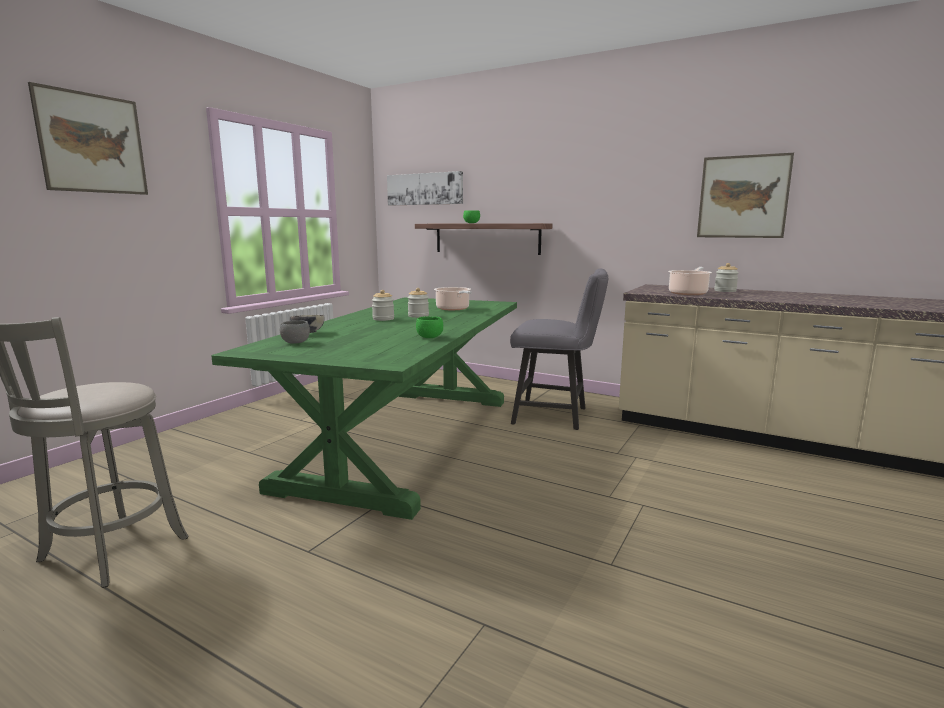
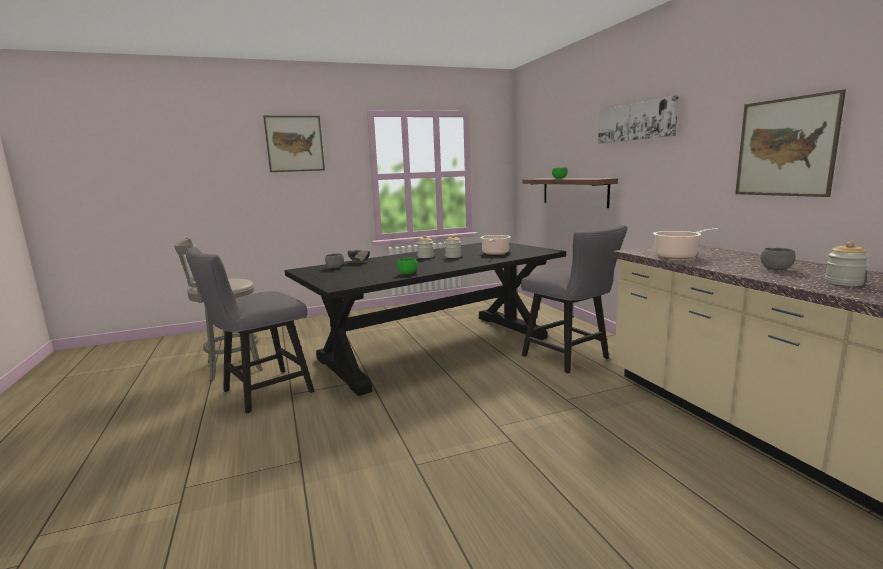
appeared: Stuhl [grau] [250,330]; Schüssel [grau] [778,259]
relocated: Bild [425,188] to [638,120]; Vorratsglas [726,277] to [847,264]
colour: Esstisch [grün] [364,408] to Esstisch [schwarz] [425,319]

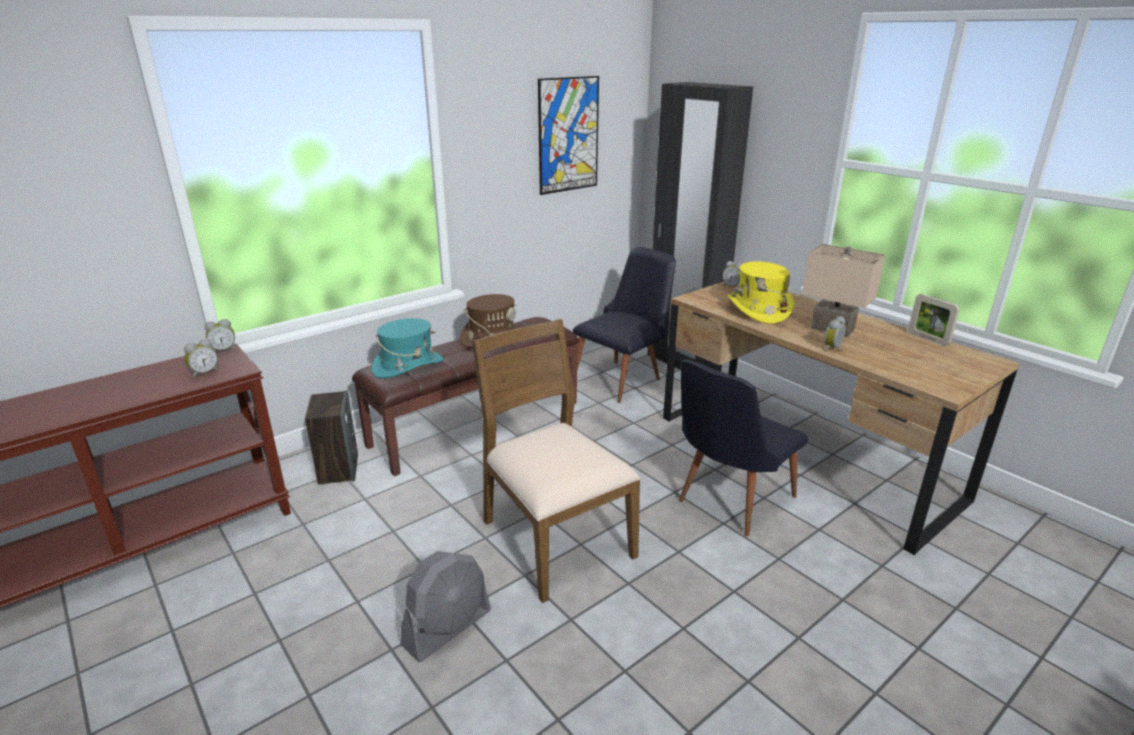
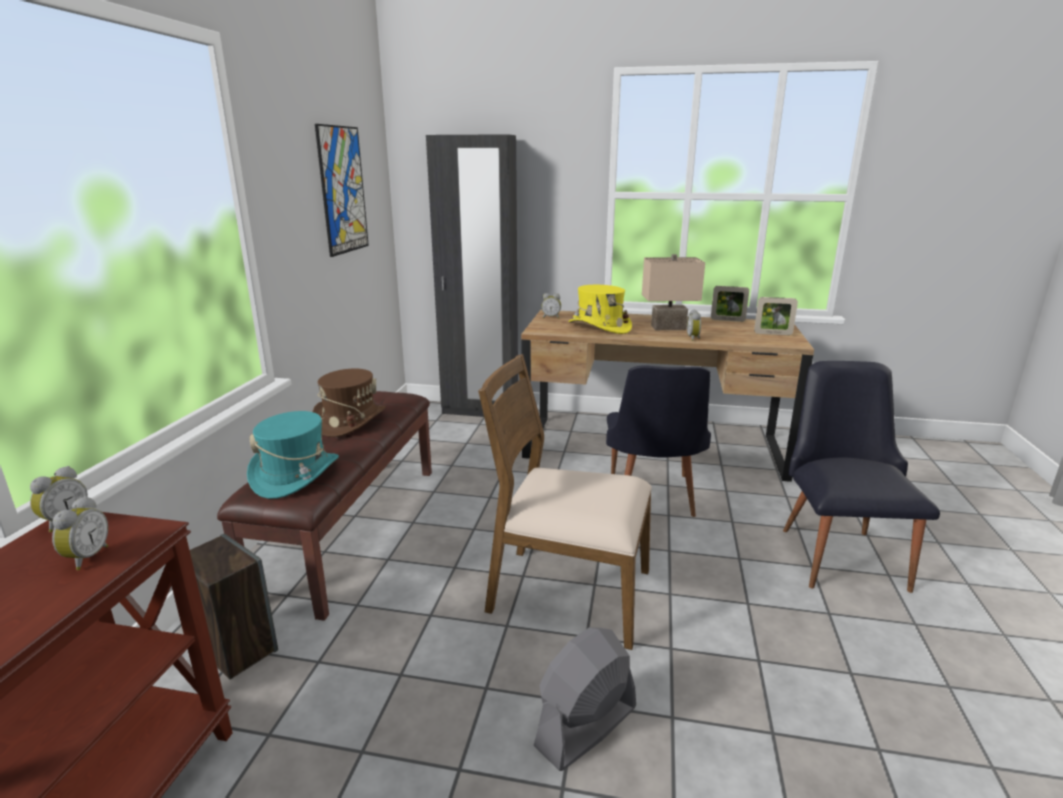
appeared: Bilderrahmen [776,316]
relocated: Stuhl [schwarz] [624,325] to [861,477]
spun: Ventilator [grau] [445,606] = [585,699] 135 degrees counterclockwise

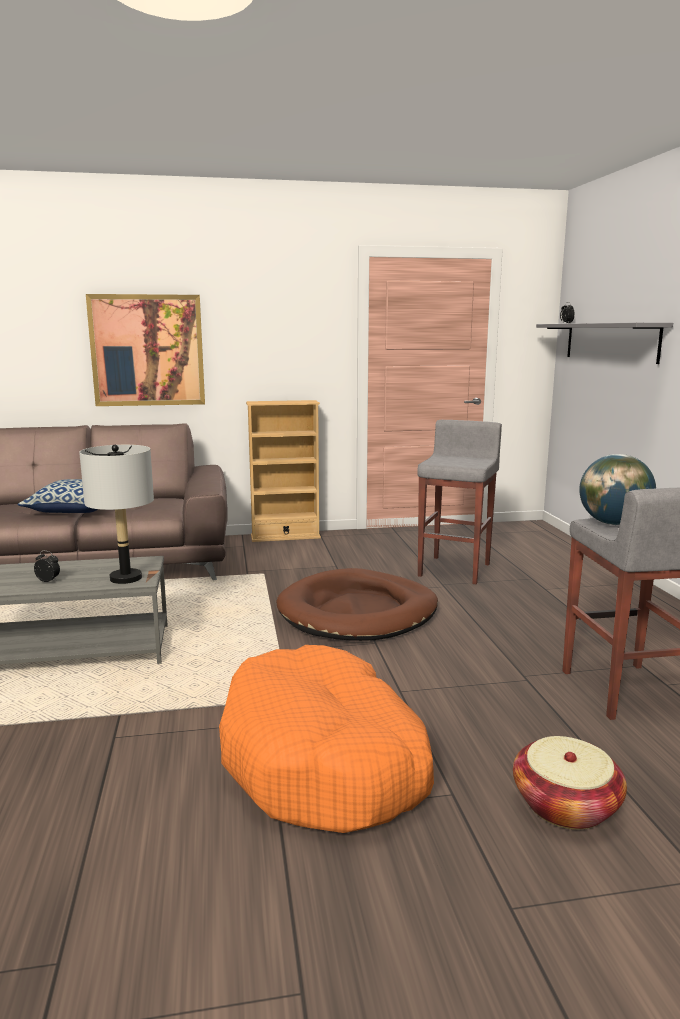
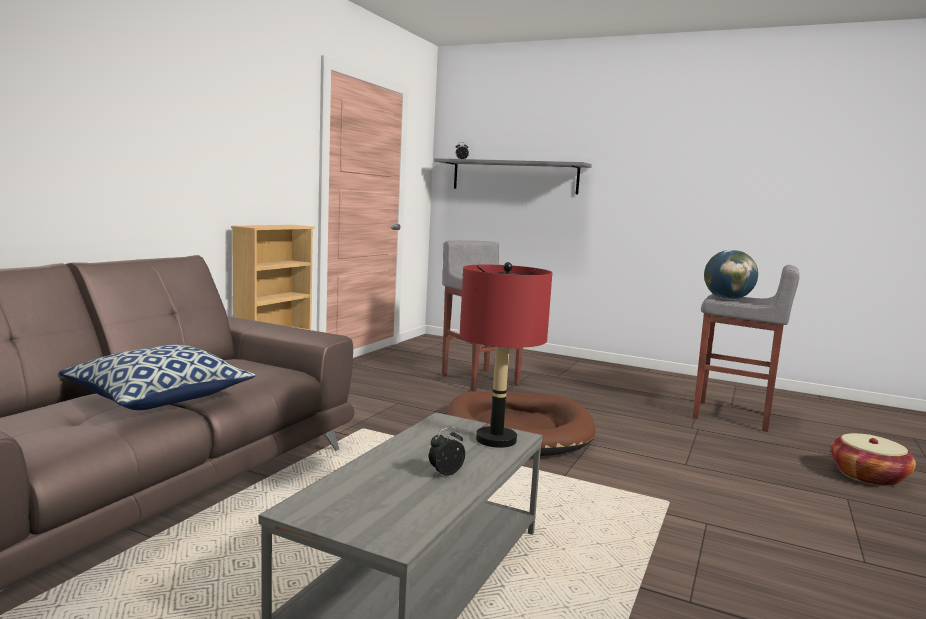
missing: Bild [145,350]; Hundebett [orange] [326,739]
colour: Tischlampe [grau] [116,514] to Tischlampe [rot] [506,355]

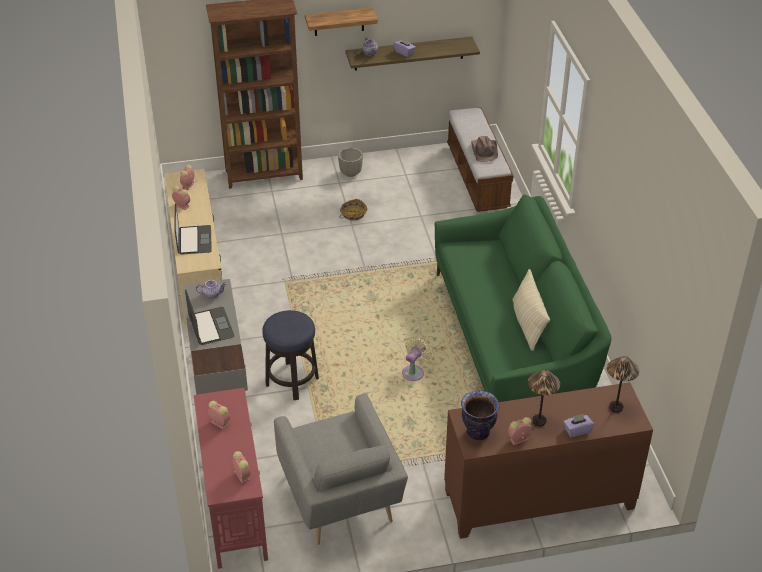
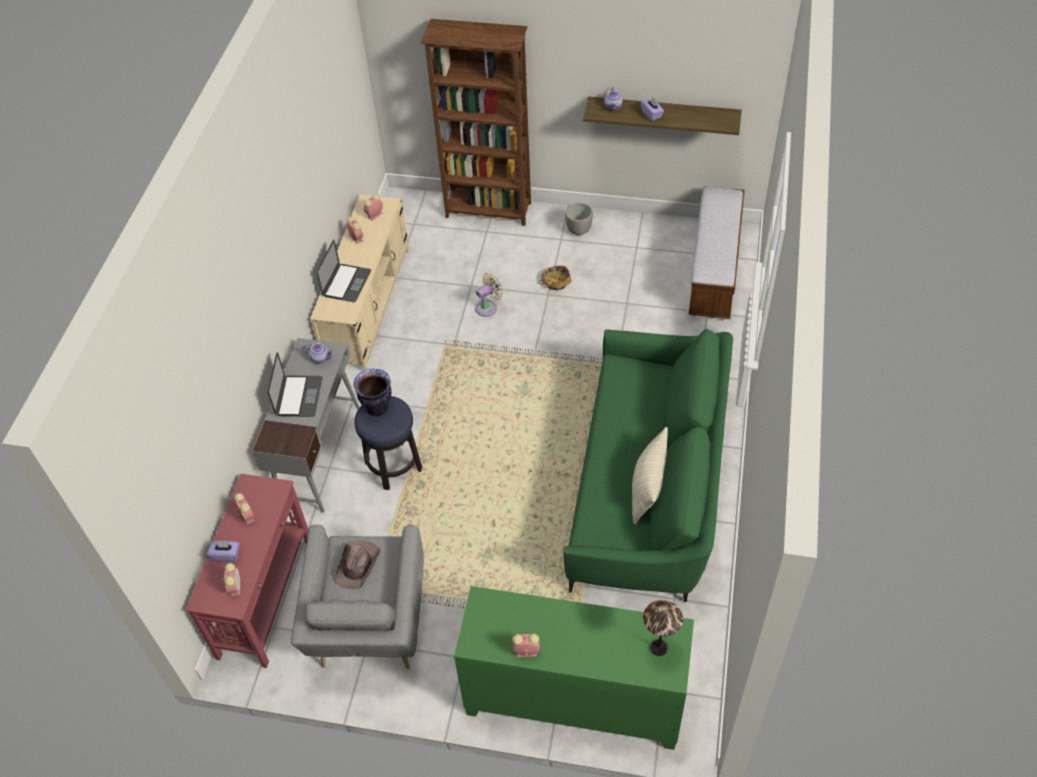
missing: Wandregal [341,21]; Tischlampe [544,397]
relocated: Ventilator [beige] [417,359] to [489,295]; Vase [480,415] to [372,392]; Hut [braun] [484,149] to [357,564]; Taschentuchbox [lila] [578,426] to [223,551]
colour: Schrank [braun] [548,460] to Schrank [grün] [574,668]

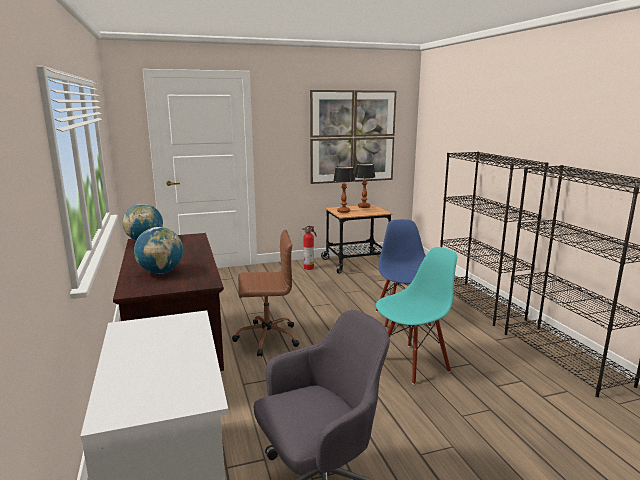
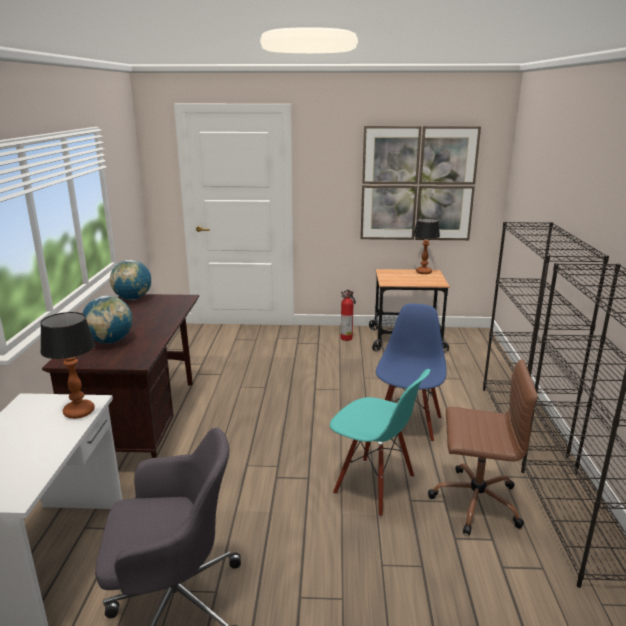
relocated: Bürostuhl [braun] [265,293] to [483,447]; Tischlampe [344,189] to [67,365]
spun: Stuhl [türkis] [416,316] = [380,443] 45 degrees clockwise

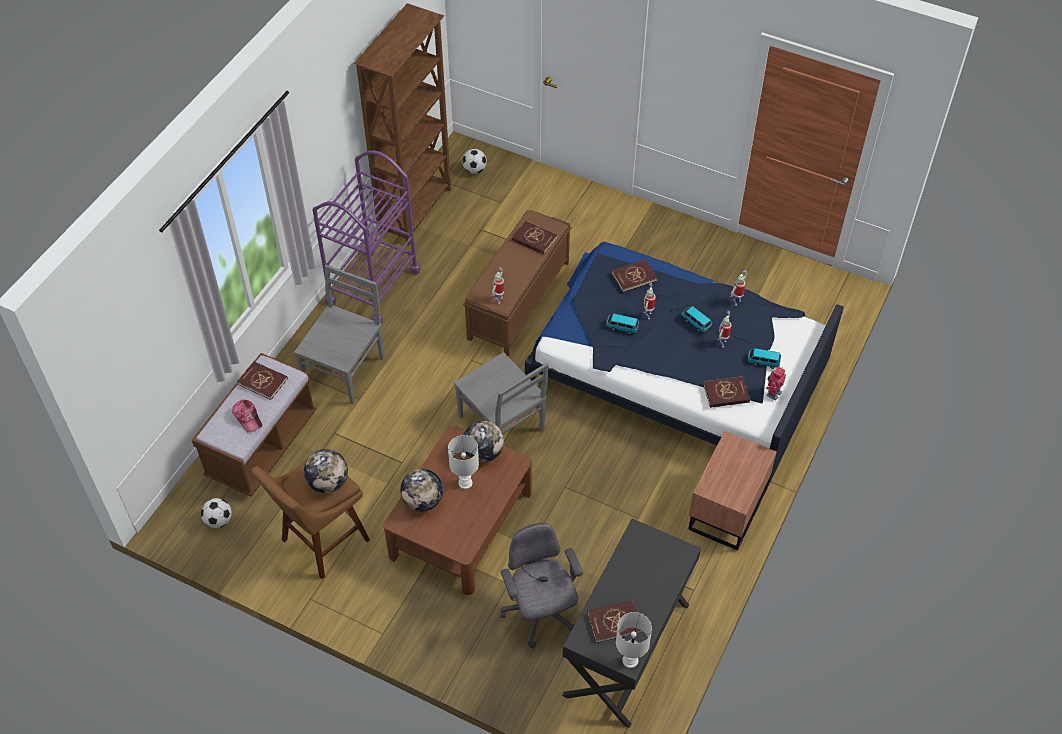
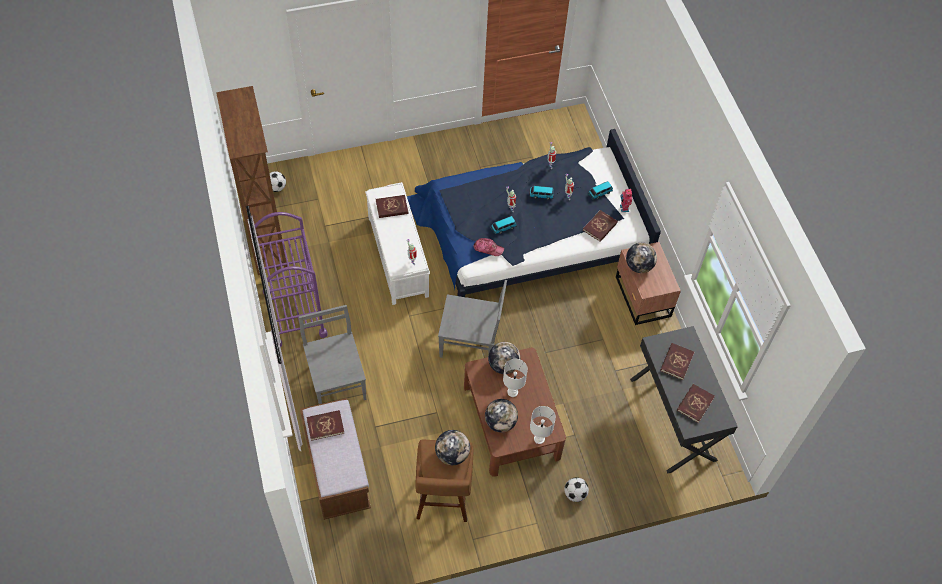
missing: Bürostuhl [grau] [541,585]
appeared: Globus [641,258]
relocated: Fußball [216,513] to [576,489]; Kappe [247,416] to [488,247]; Buch [rot] [634,275] to [677,361]; Tischlampe [weiß] [634,640] to [543,425]
colour: Bank [braun] [517,283] to Bank [weiß] [397,243]

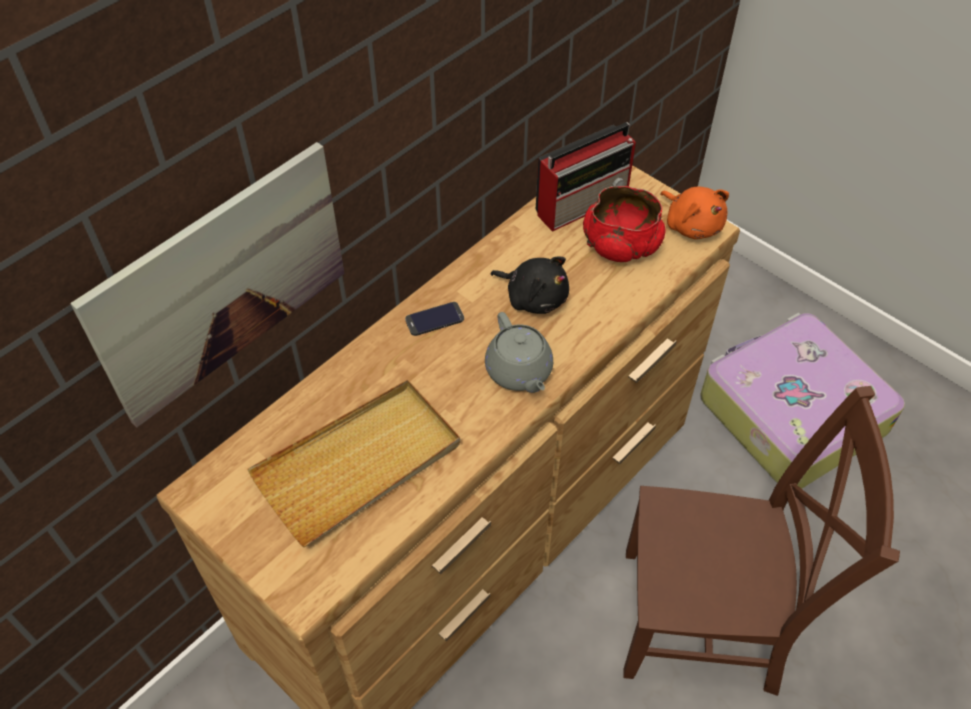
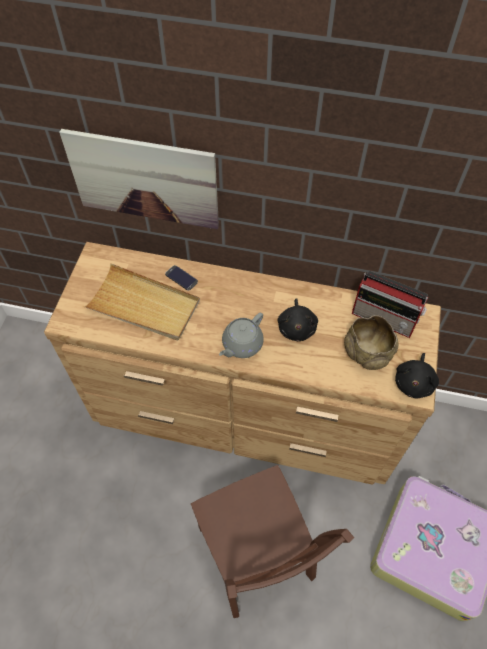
relocated: Handy [434,319] to [181,278]
colour: Schüssel [rot] [624,224] to Schüssel [beige] [371,342]; Plüschtier [orange] [694,213] to Plüschtier [schwarz] [417,375]

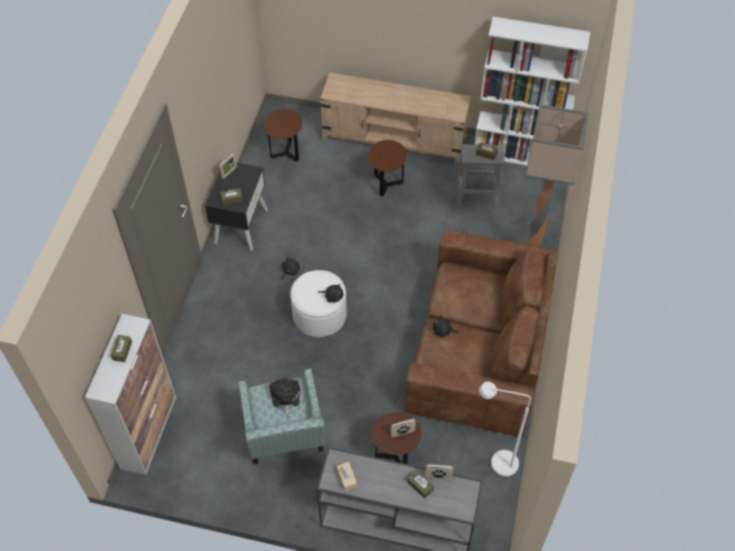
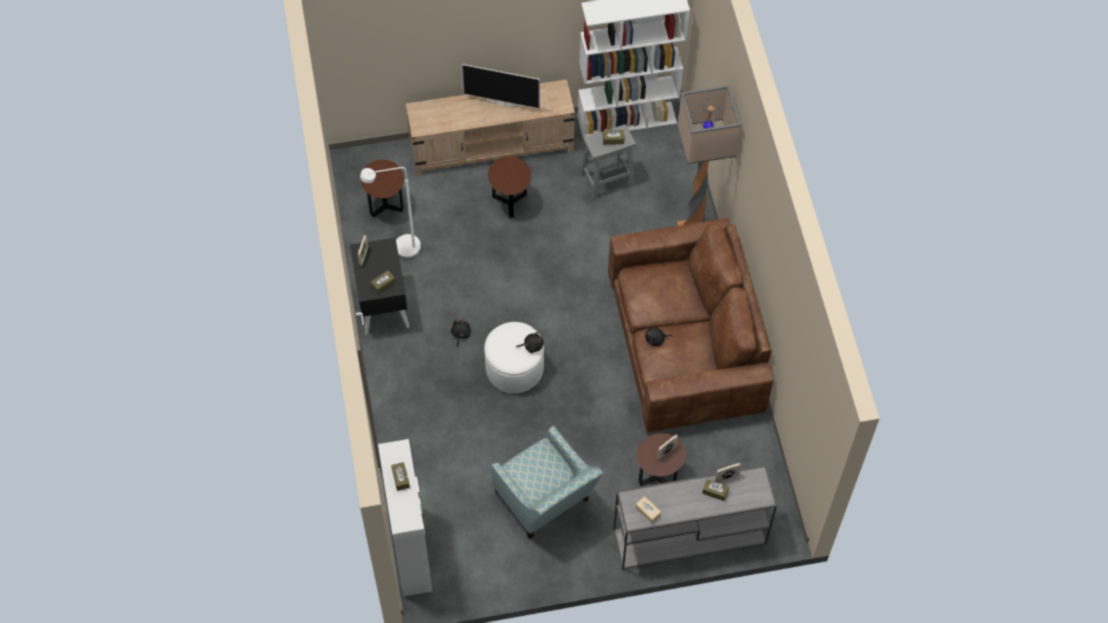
missing: Plüschtier [284,397]
appeared: Fernseher [501,86]
relocated: Stehlampe [weiß] [505,429] to [390,213]

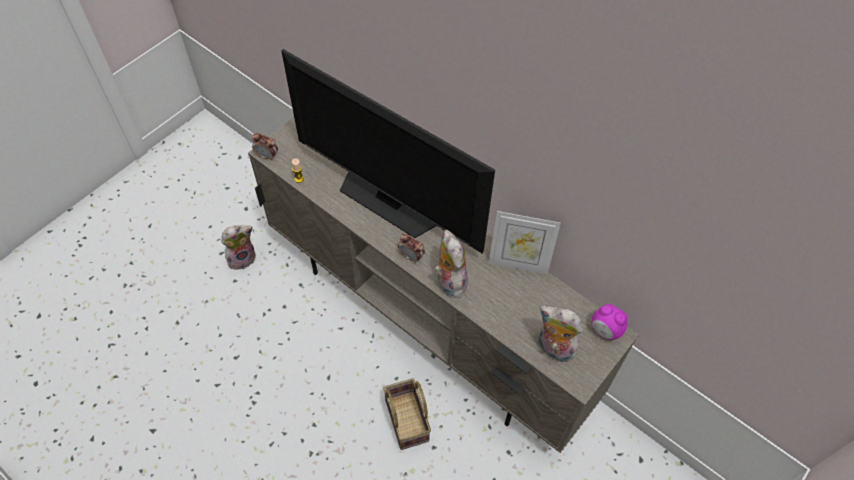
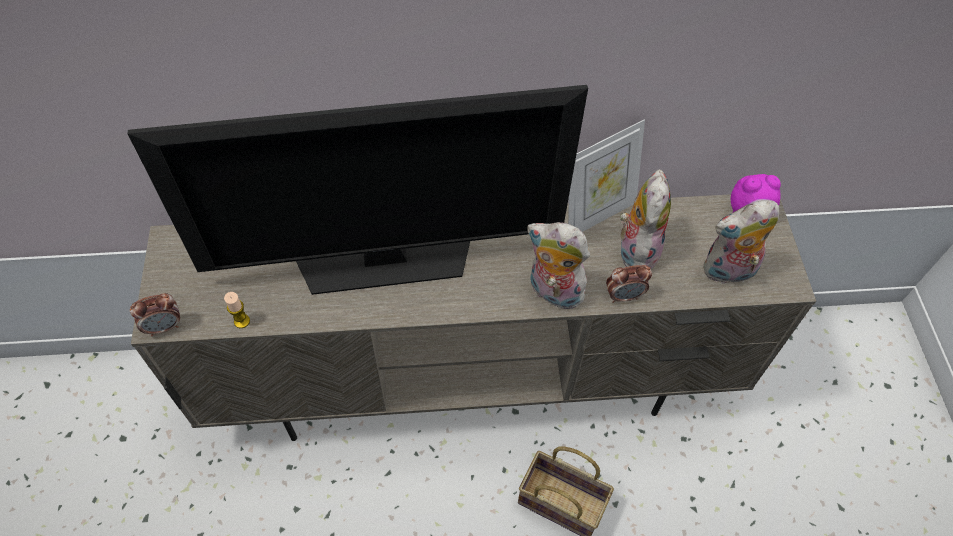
relocated: Plüschtier [238,247] to [645,219]; Wecker [411,248] to [629,284]

